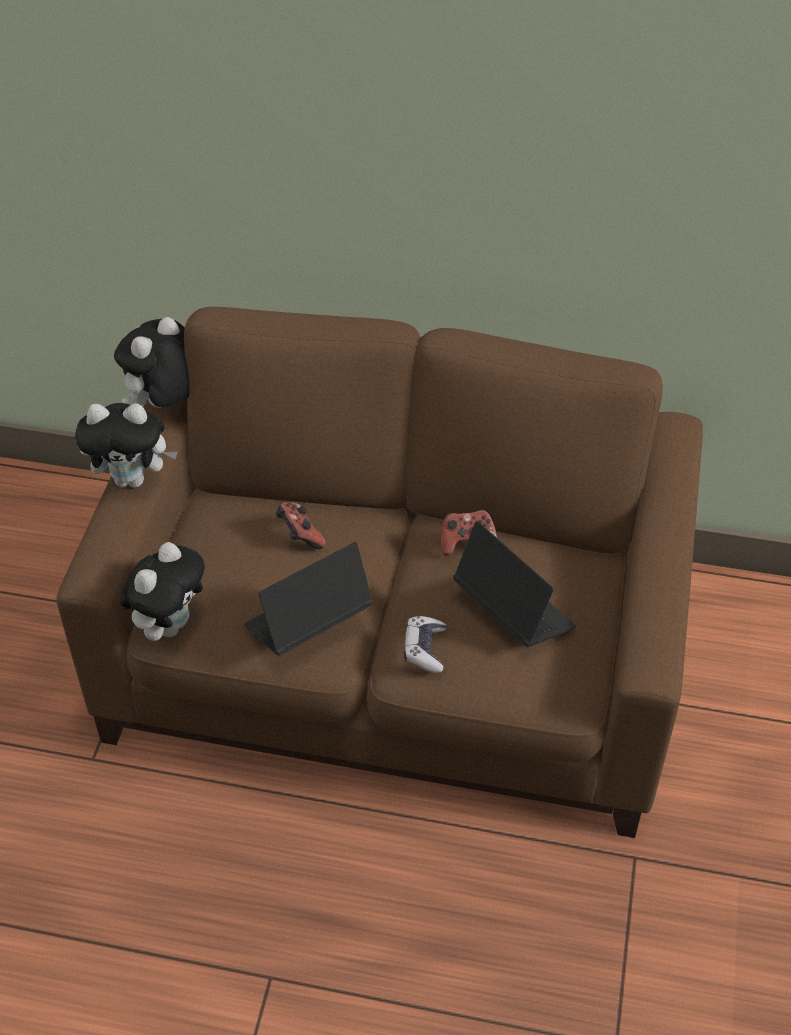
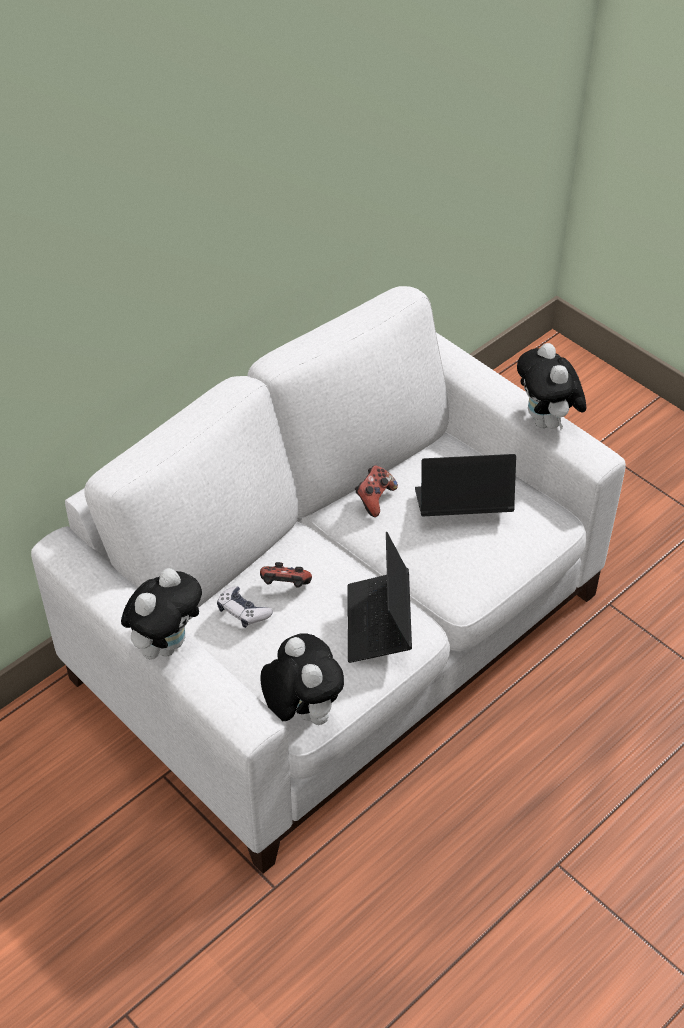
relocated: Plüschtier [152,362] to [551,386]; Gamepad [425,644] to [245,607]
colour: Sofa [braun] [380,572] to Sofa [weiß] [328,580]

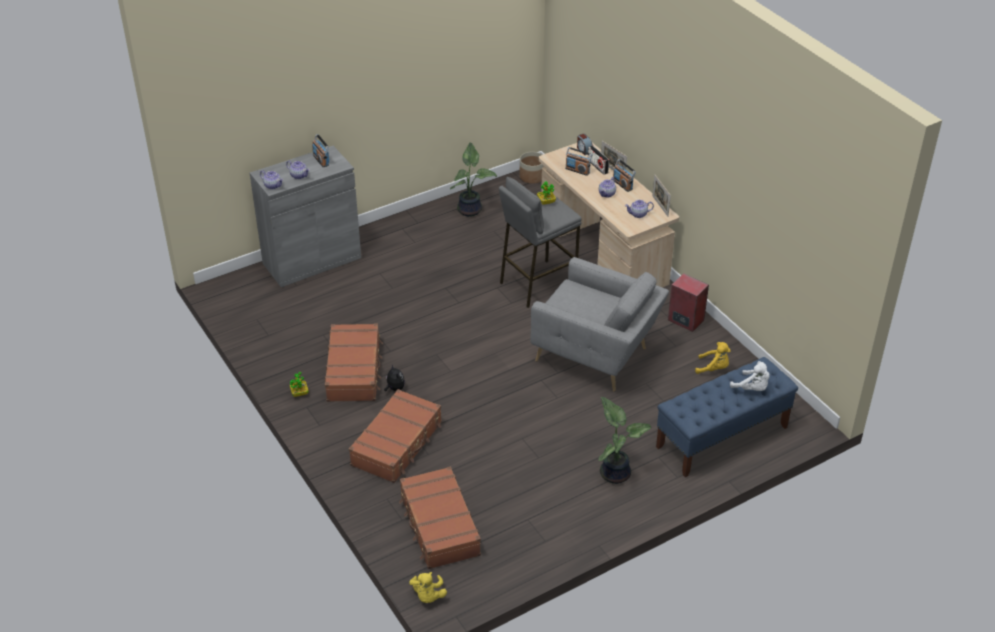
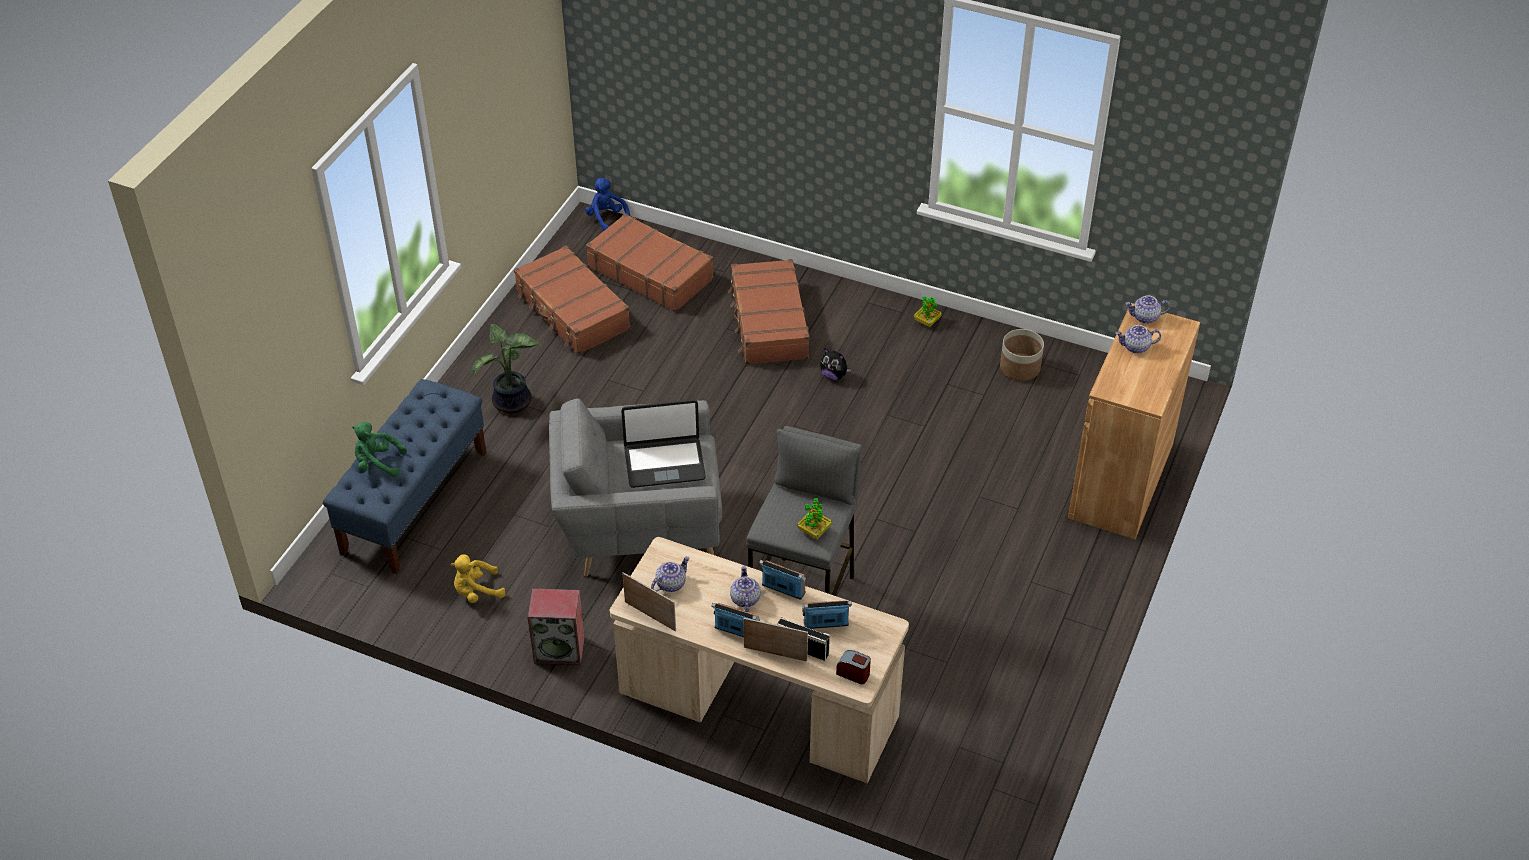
missing: Topfpflanze [473,179]
appeared: Laptop [663,443]
relocated: Radio [320,150] to [782,580]; Koffer [braun] [354,362] to [572,300]; Pflanzkübel [532,168] to [1022,355]
colour: Schrank [grau] [305,216] to Schrank [braun] [1134,421]; Plüschtier [gelb] [428,587] to Plüschtier [blau] [608,204]; Plüschtier [weiß] [750,376] to Plüschtier [grün] [379,449]

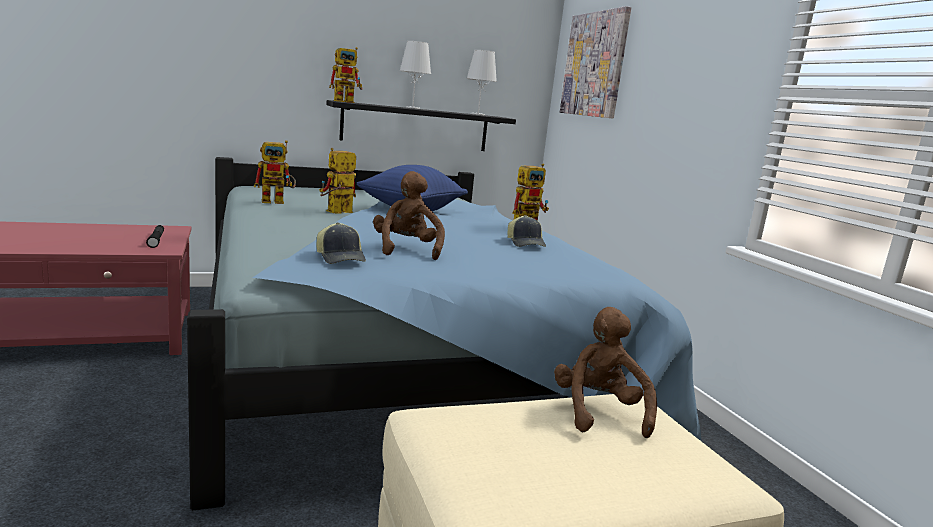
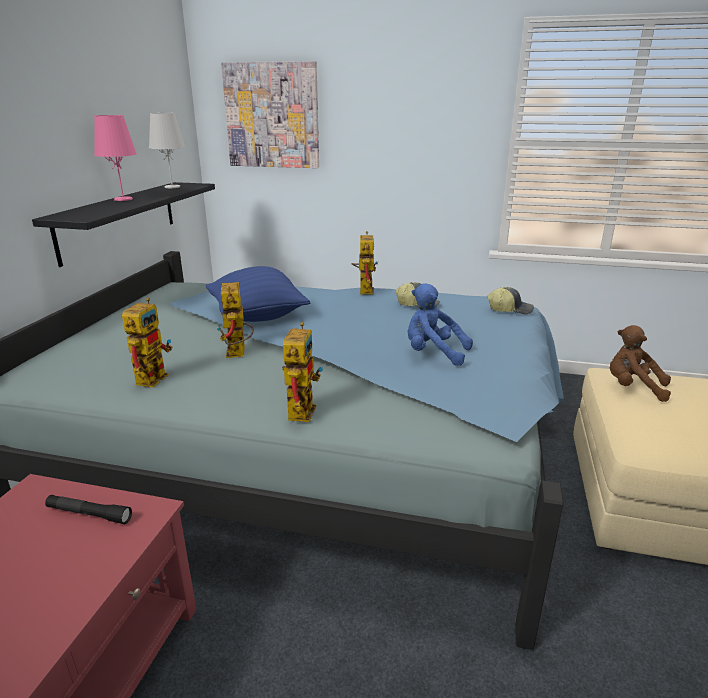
relocated: Kappe [341,243] to [510,300]; Spielzeugroboter [346,75] to [302,372]
colour: Plüschtier [braun] [409,215] to Plüschtier [blau] [440,324]; Tischlampe [weiß] [415,75] to Tischlampe [rosa] [115,158]

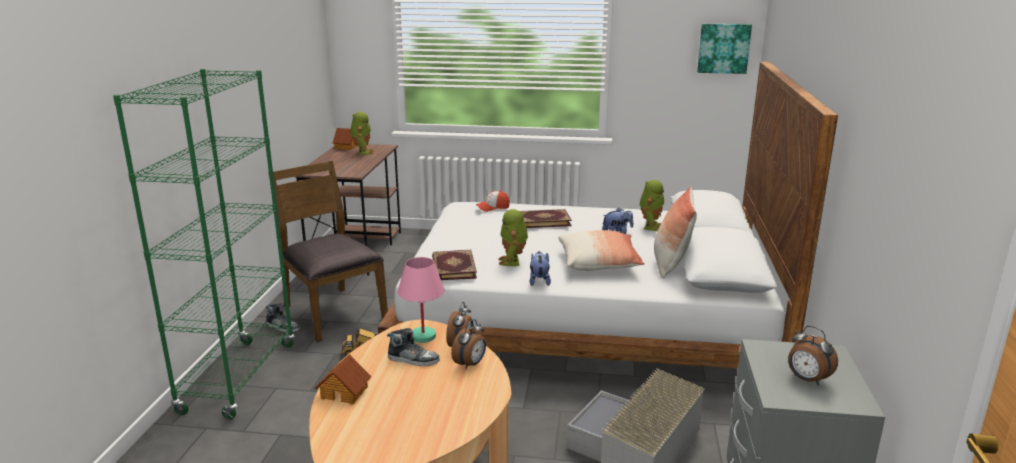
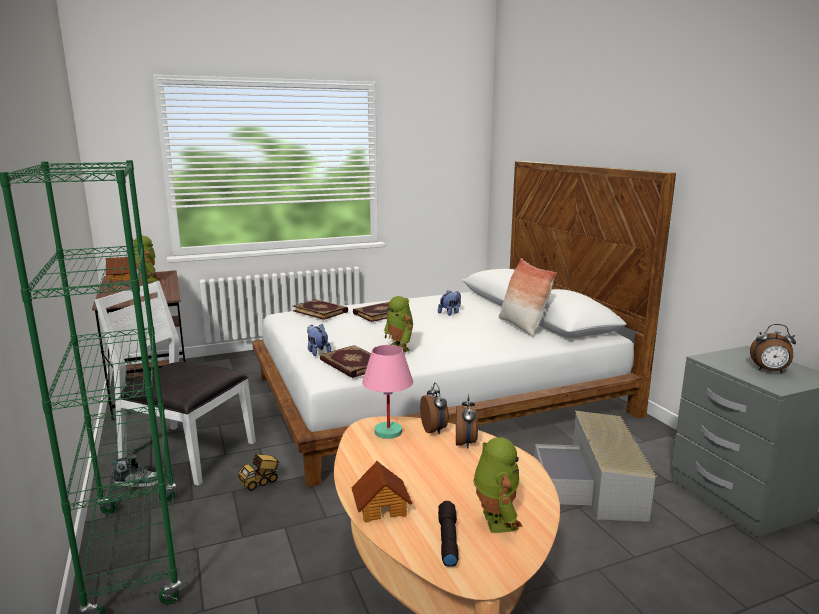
missing: Schuh [413,347]; Kissen [601,250]; Bild [724,49]
appeared: Taschenlampe [schwarz] [448,533]
relocated: Plüschtier [540,268] to [319,340]; Spielzeugroboter [651,205] to [498,485]
exchanged: Kappe [493,201] to Buch [320,309]
colour: Stuhl [braun] [328,251] to Stuhl [weiß] [175,383]

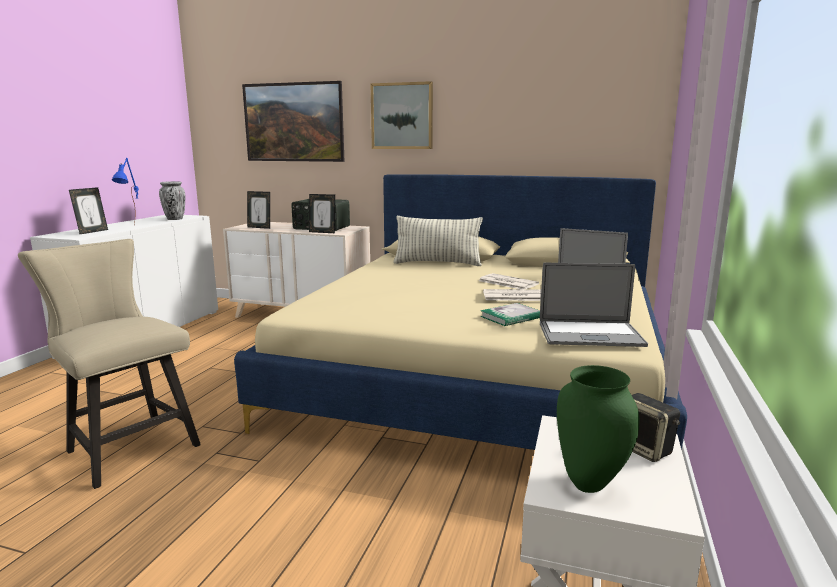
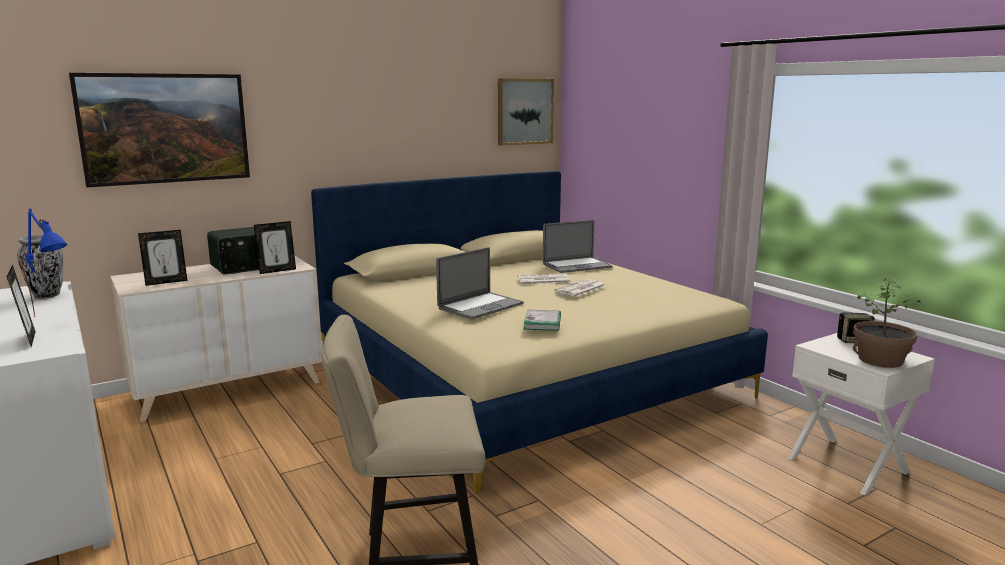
missing: Kissen [438,241]
relocated: Bild [401,115] to [526,112]; Buch [510,314] to [542,320]; Laptop [594,305] to [480,283]
exchanged: Vase [grün] [598,429] to Topfpflanze [887,323]

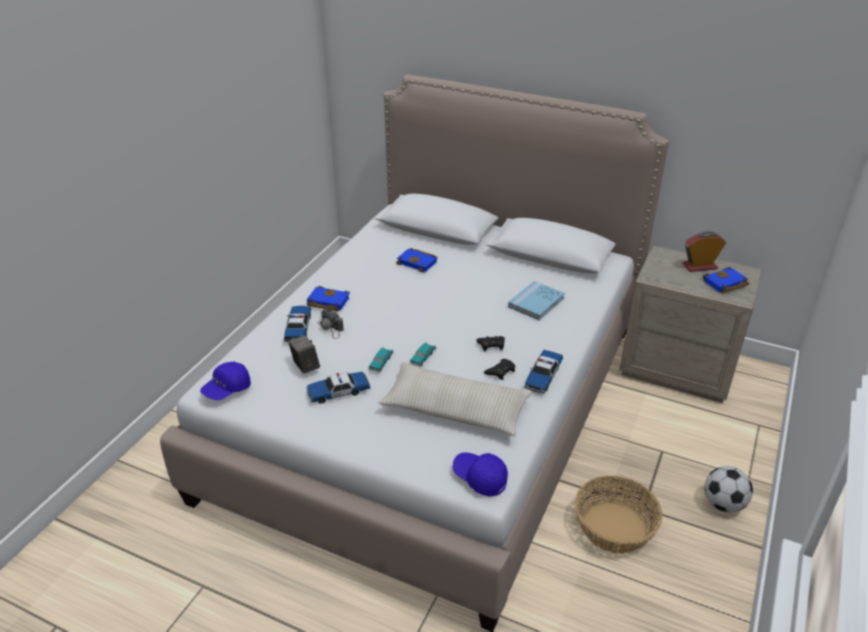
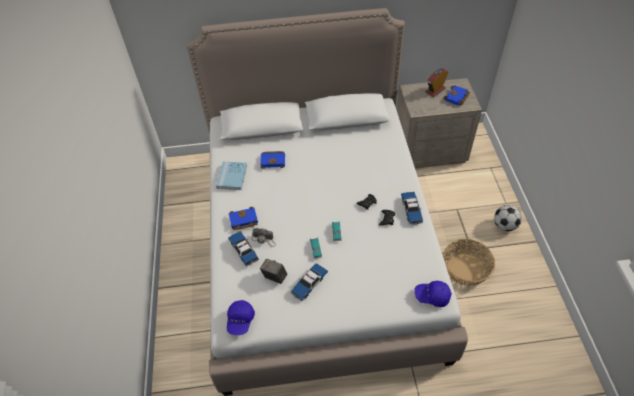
missing: Kissen [beige] [455,399]
relocated: Buch [blau] [536,300] to [231,175]

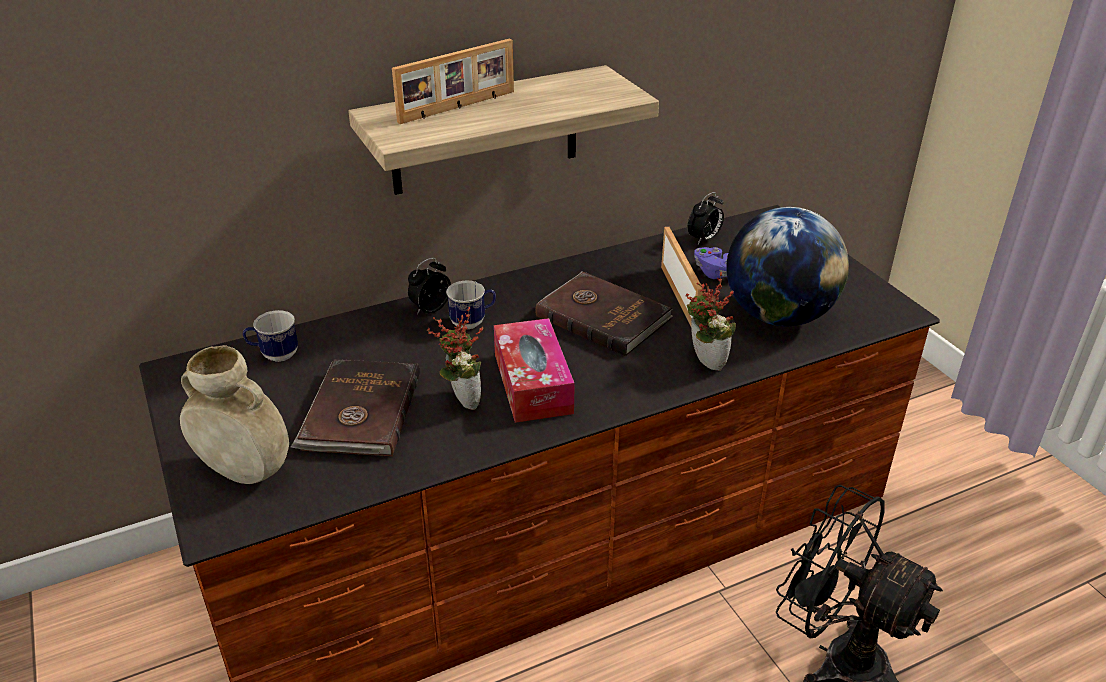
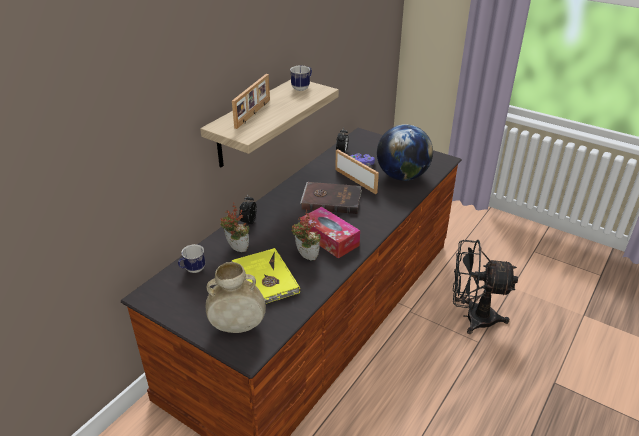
relocated: Henkelbecher [471,304] to [301,78]; Topfpflanze [711,321] to [234,227]
colour: Buch [braun] [355,408] to Buch [gelb] [265,276]

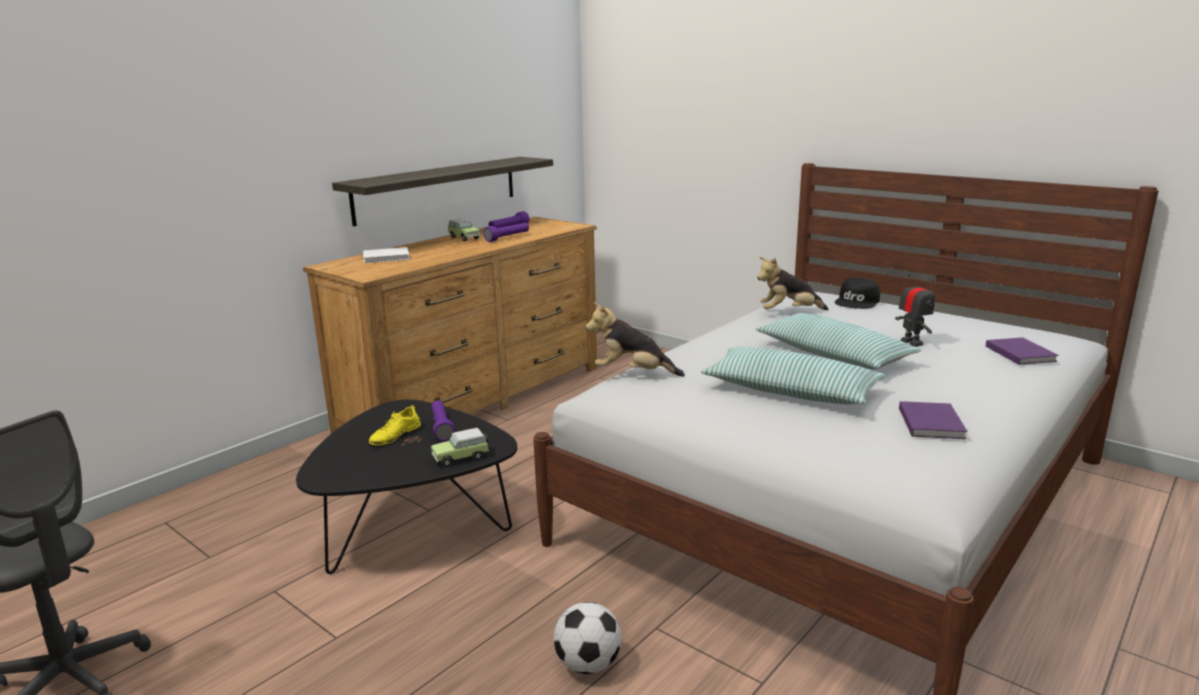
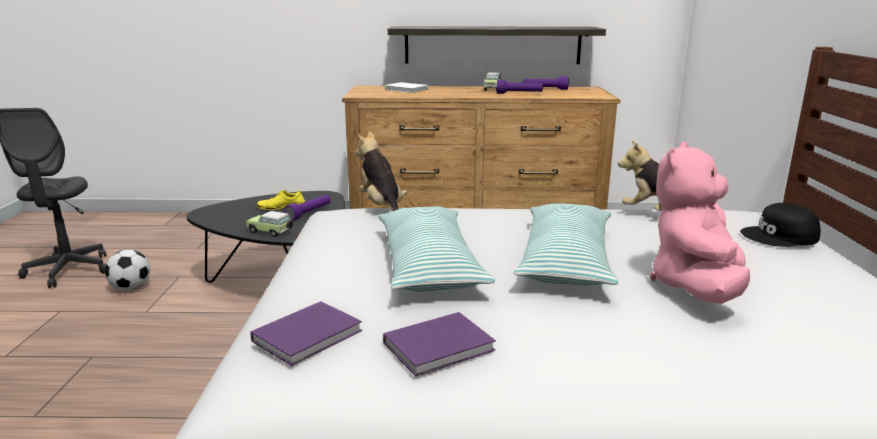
relocated: Fußball [587,638] to [127,270]; Buch [lila] [1022,351] to [306,333]
exchanged: Spielzeugroboter [915,310] to Plüschtier [rosa] [700,223]

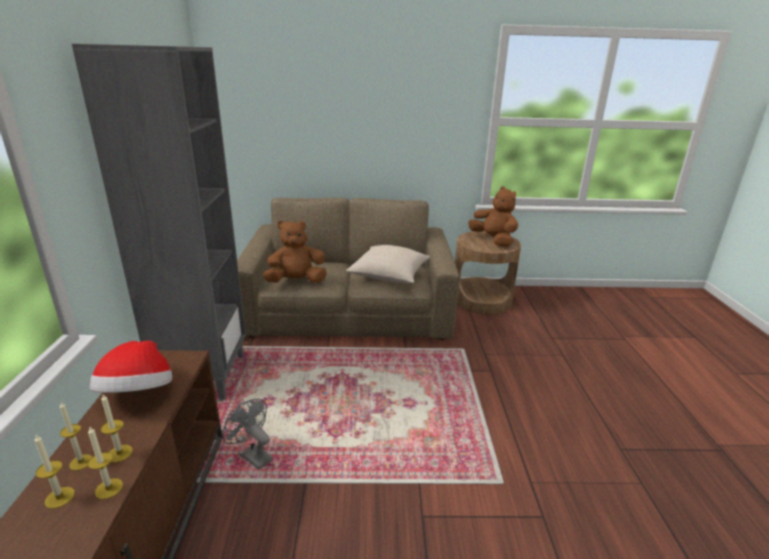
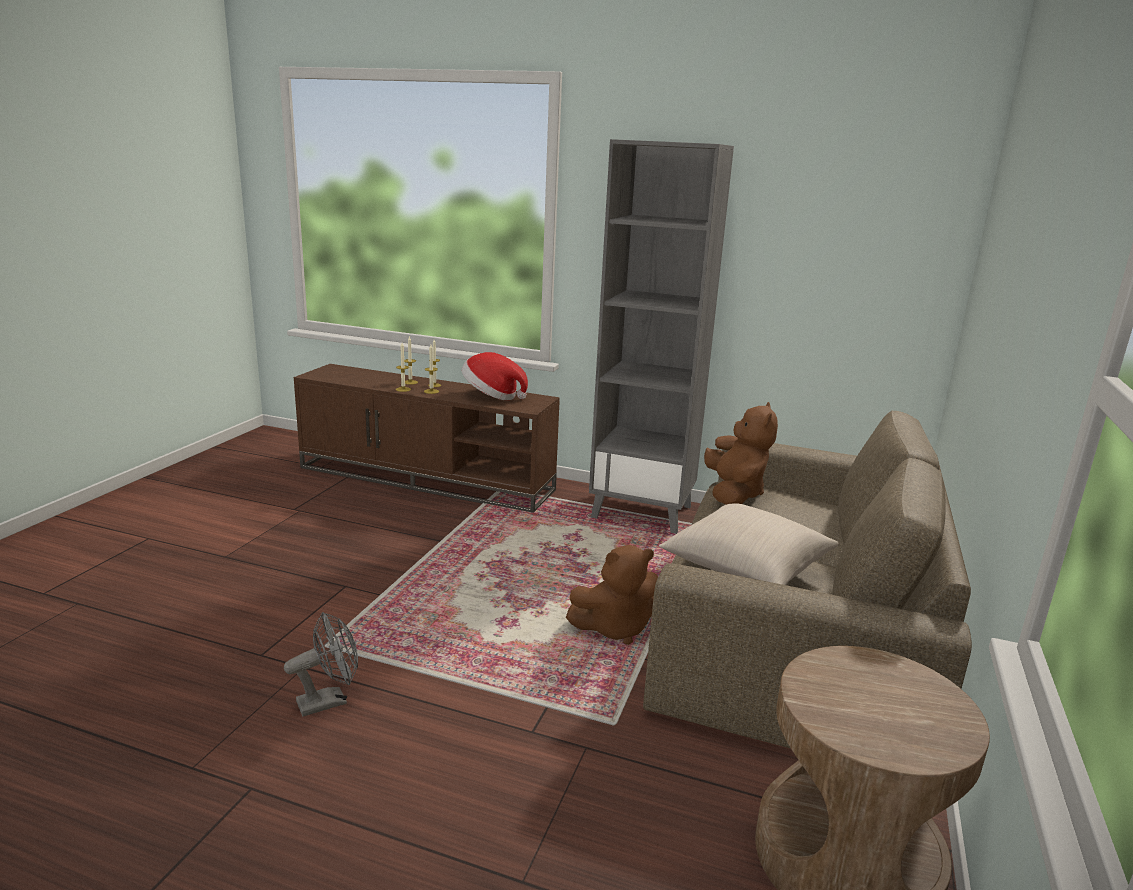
relocated: Ventilator [grau] [247,434] to [321,664]; Plüschtier [braun] [493,216] to [612,595]

